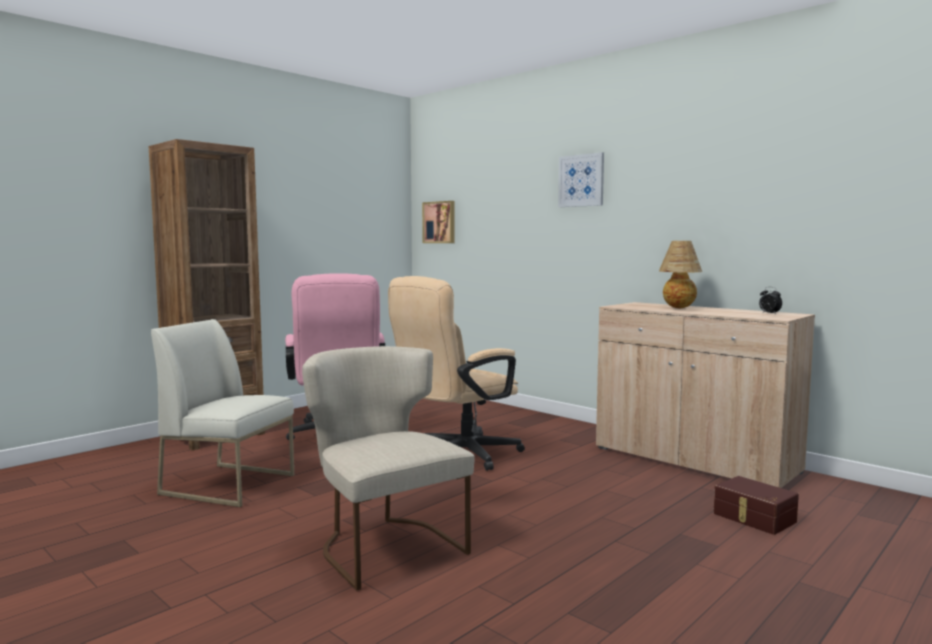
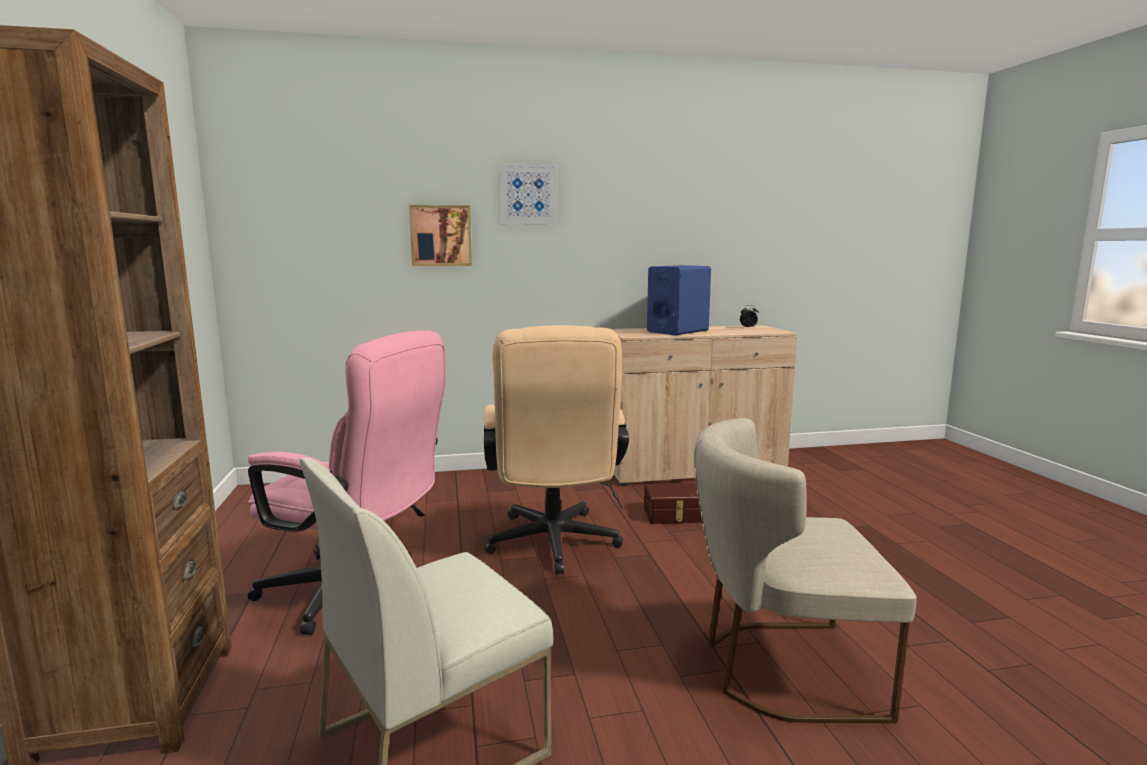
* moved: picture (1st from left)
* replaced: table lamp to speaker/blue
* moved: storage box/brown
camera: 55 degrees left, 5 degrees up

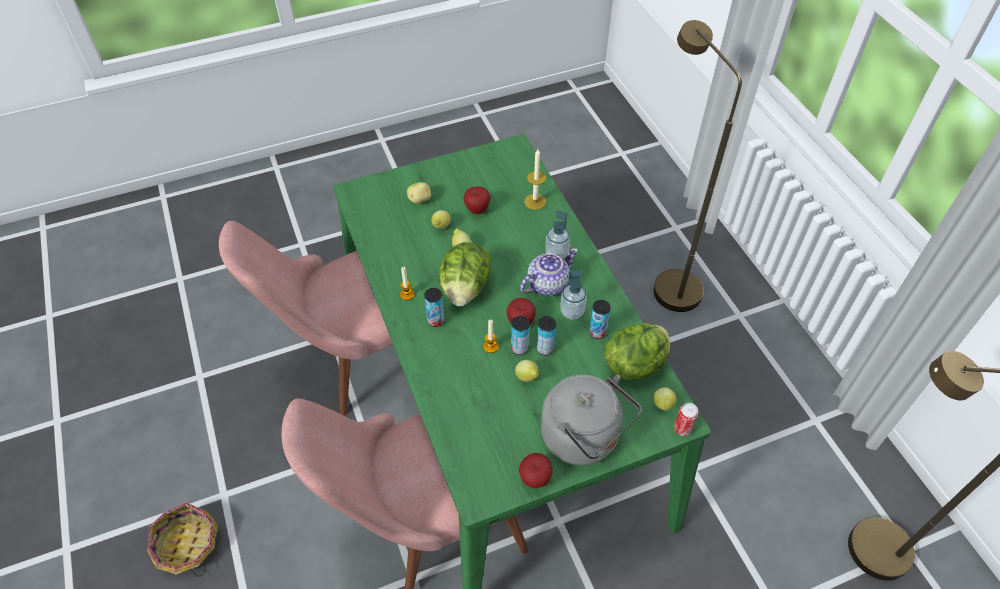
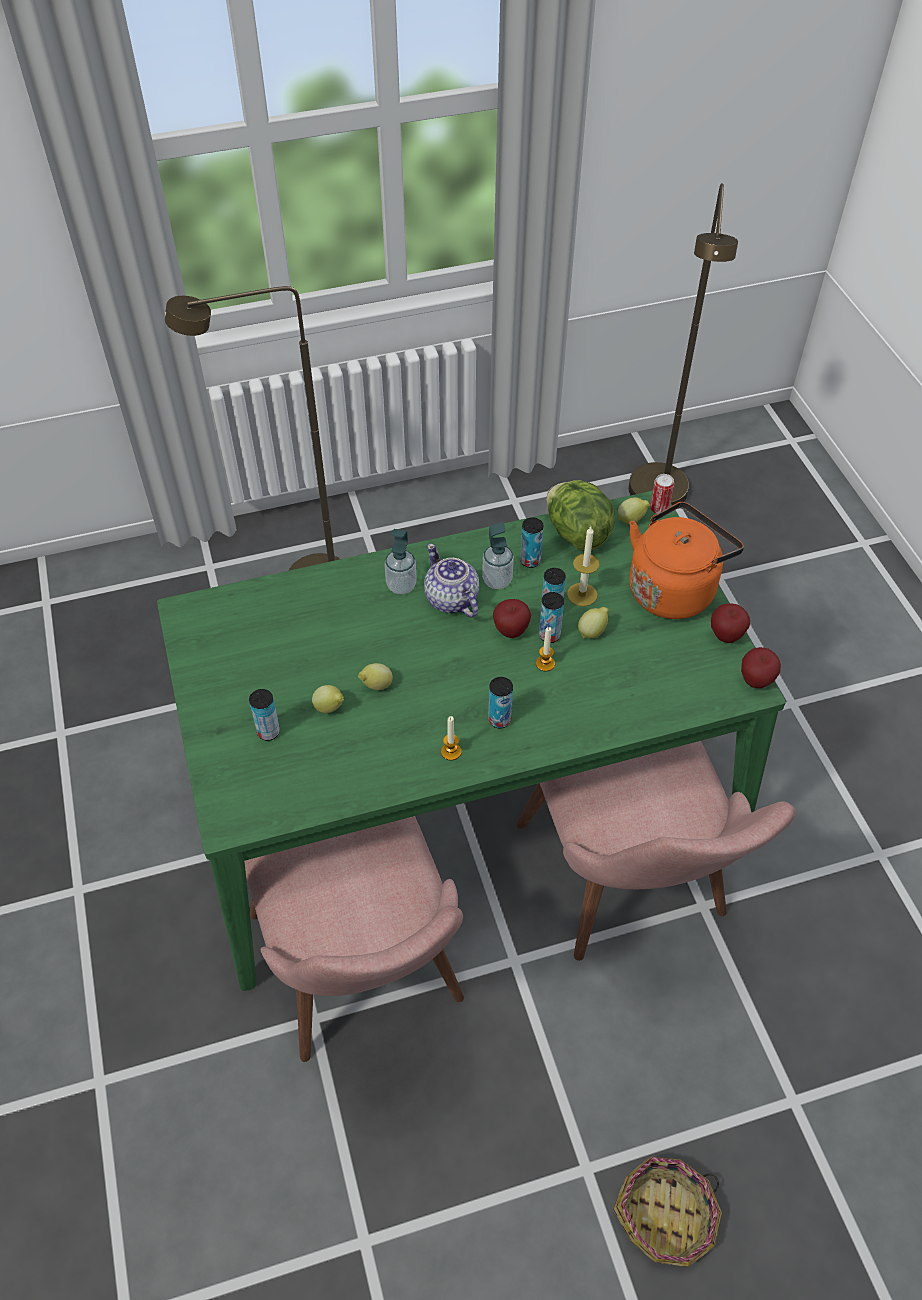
* replaced: potato to can (1st from left)
* removed: lettuce (1st from left)
* moved: apple (1st from left in the first image) to apple (3rd from left)
* moved: candle (3rd from left)
* recoloured: kettle/grey to kettle/orange
camera: 85 degrees left, 0 degrees up

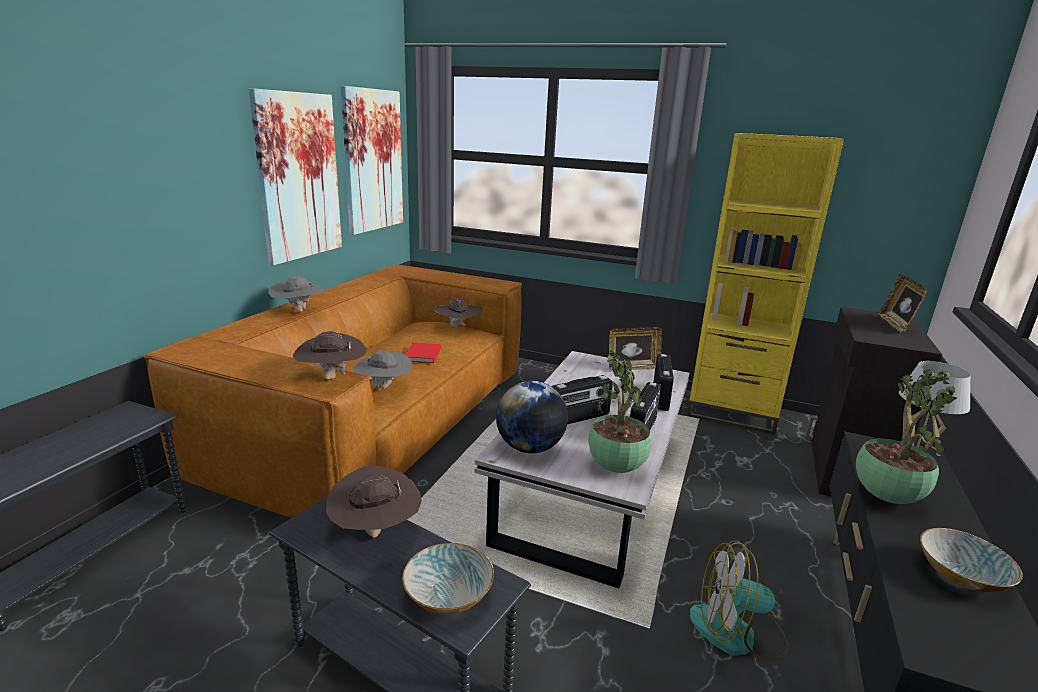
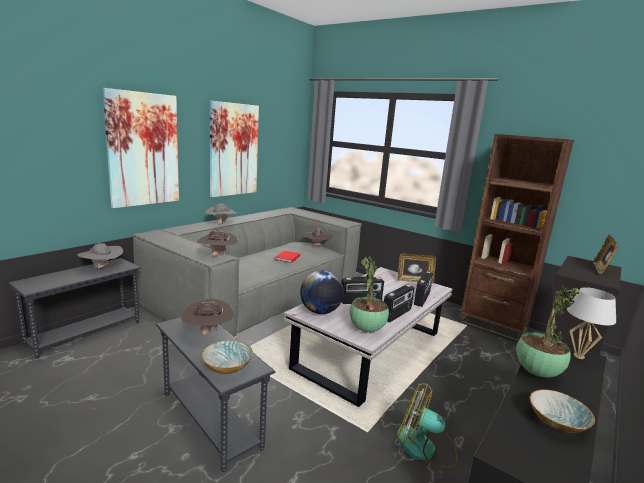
* recoloured: sofa/brown to sofa/grey
* moved: picture (2nd from left in the first image) to picture (1st from left)
* moved: hat/grey (2nd from left in the first image) to hat/grey (1st from left)
* recoloured: bookcase/yellow to bookcase/brown
camera: 15 degrees right, 5 degrees down

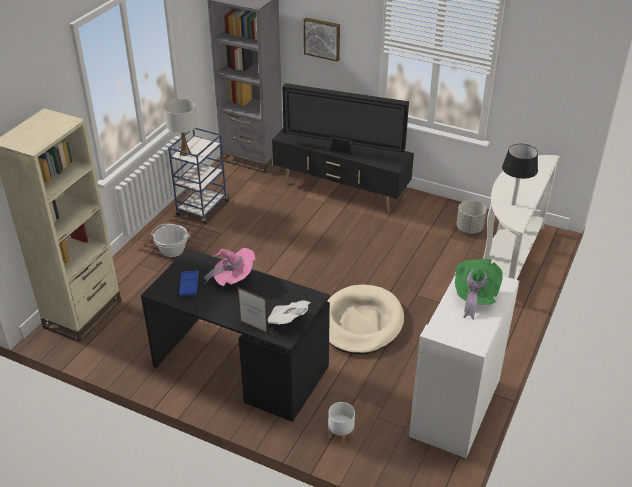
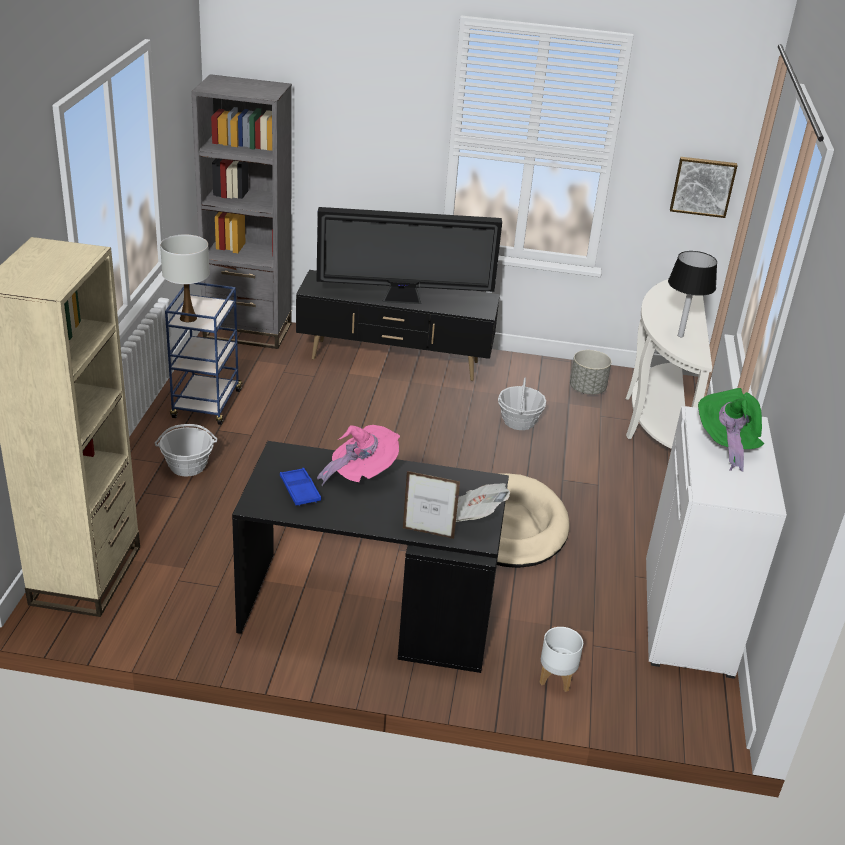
* moved: picture
* added: basket (2nd from left)
camera: 20 degrees left, 5 degrees down

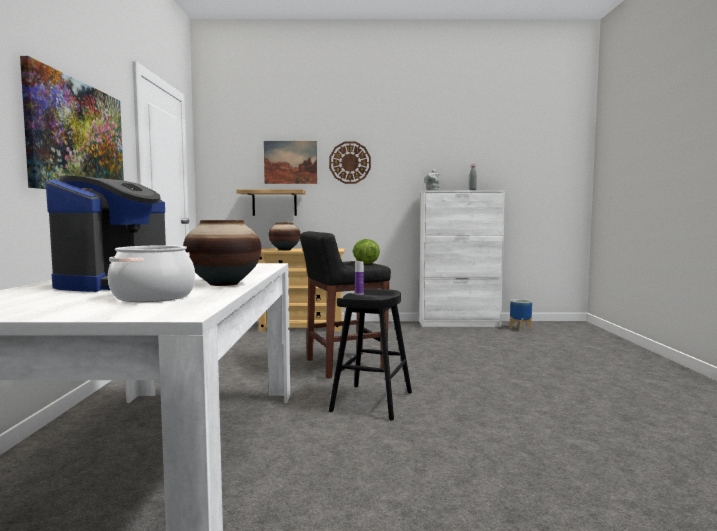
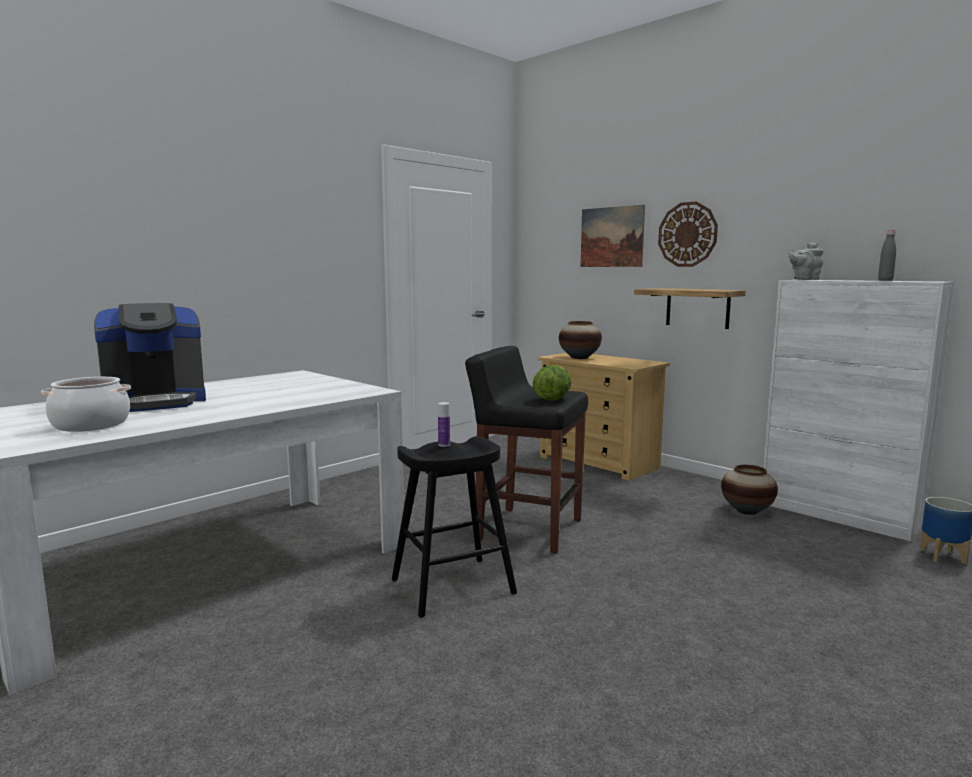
* removed: picture (1st from left)
* moved: vase (1st from left in the first image) to vase (2nd from left)
* moved: shelf
camera: 45 degrees right, 5 degrees up

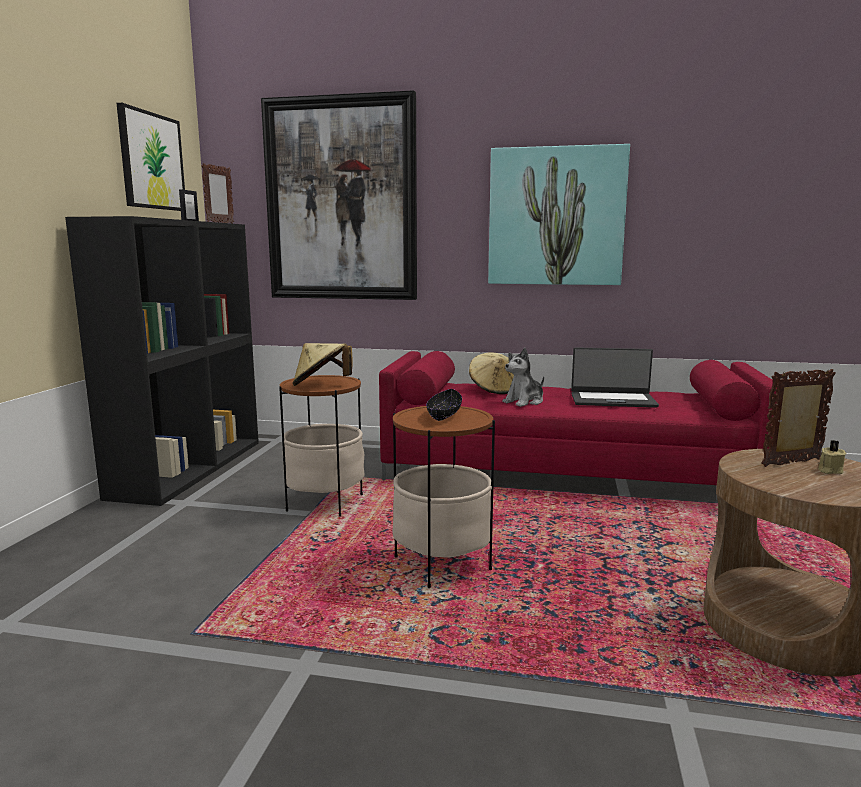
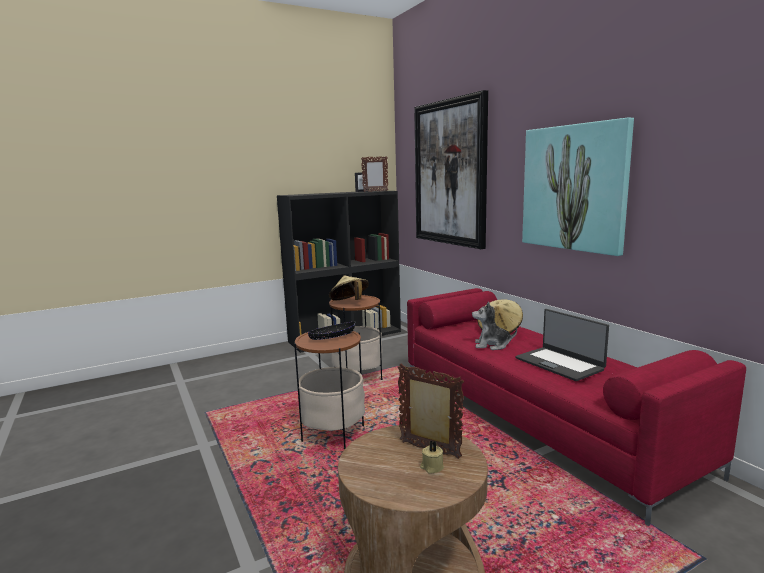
* removed: picture (1st from left)
camera: 50 degrees right, 0 degrees up

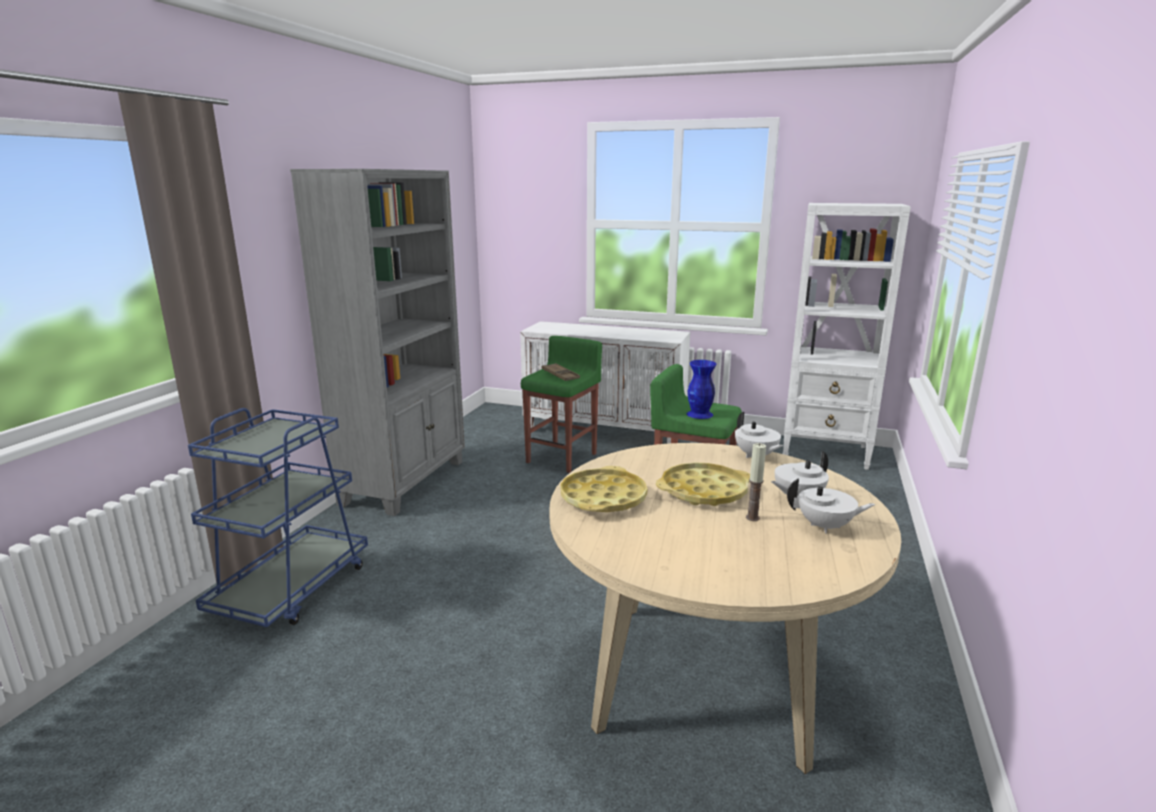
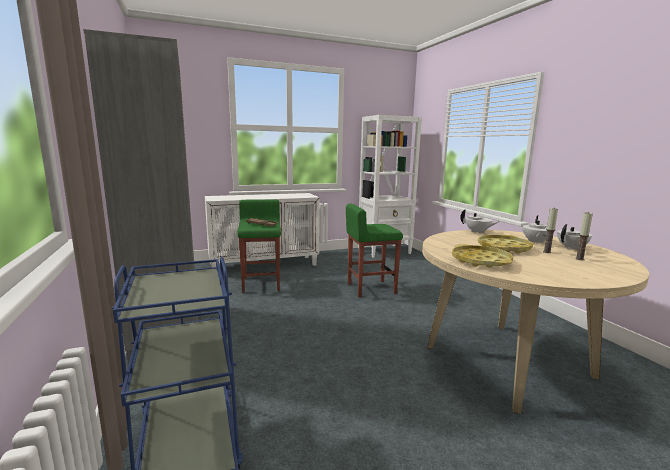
* removed: vase/blue
* added: candle (2nd from left)
camera: 40 degrees left, 5 degrees down

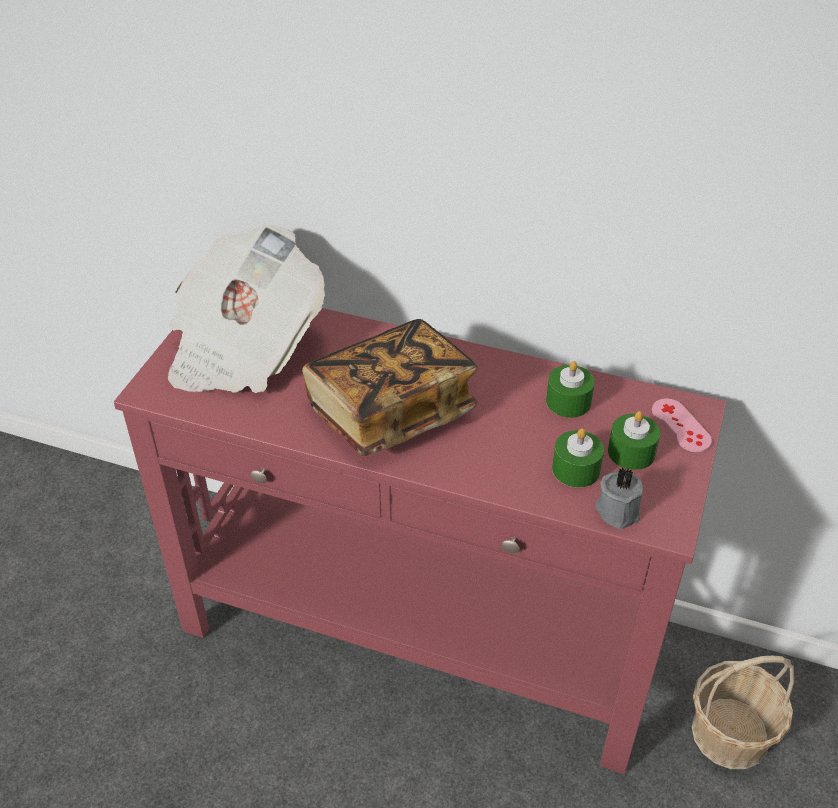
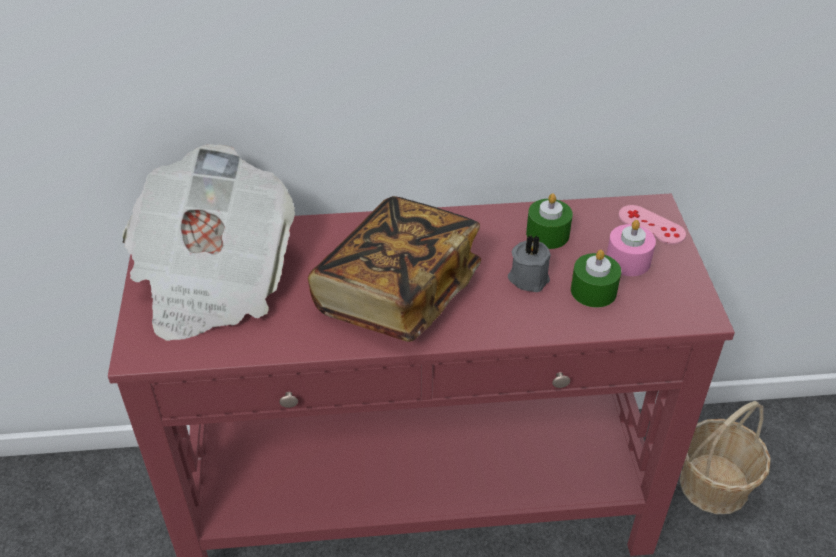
* moved: candle/grey
* recoloured: candle/green (3rd from left) to candle/pink
camera: 25 degrees left, 0 degrees up

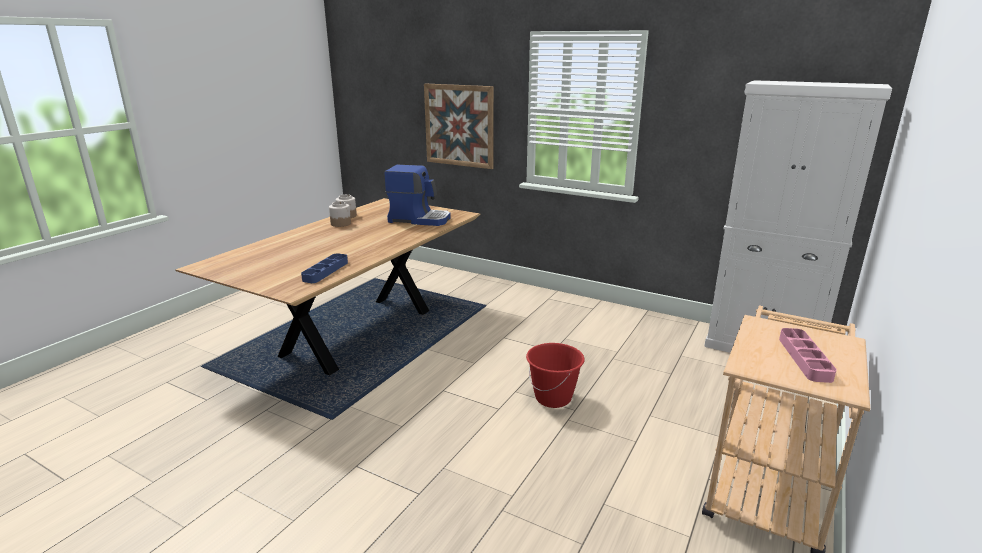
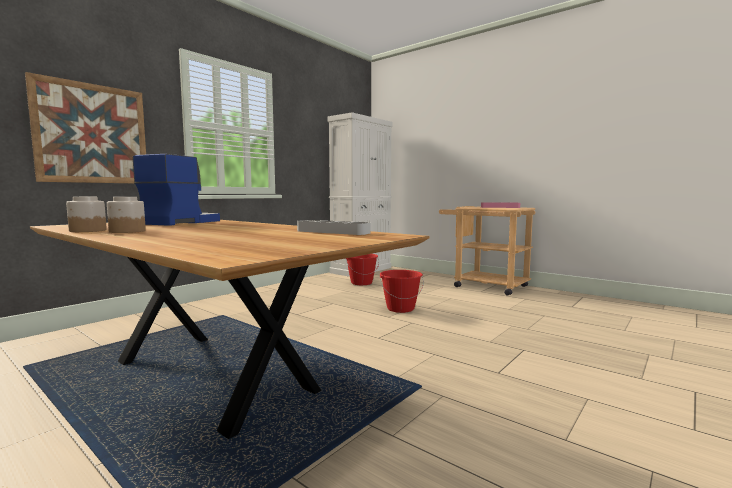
* recoloured: tray/blue to tray/grey
* added: bucket/red (1st from left)
camera: 80 degrees left, 15 degrees down

